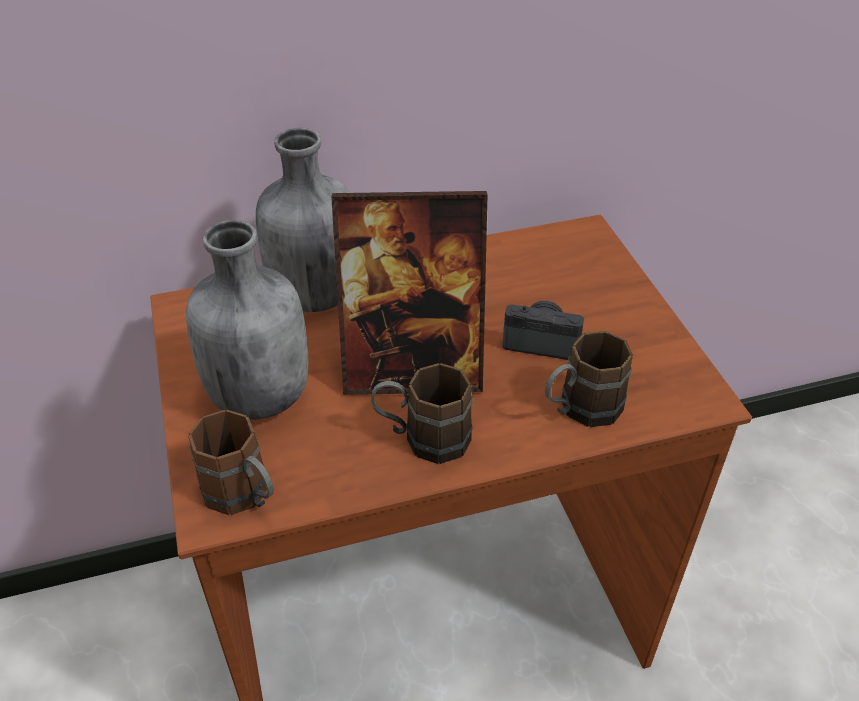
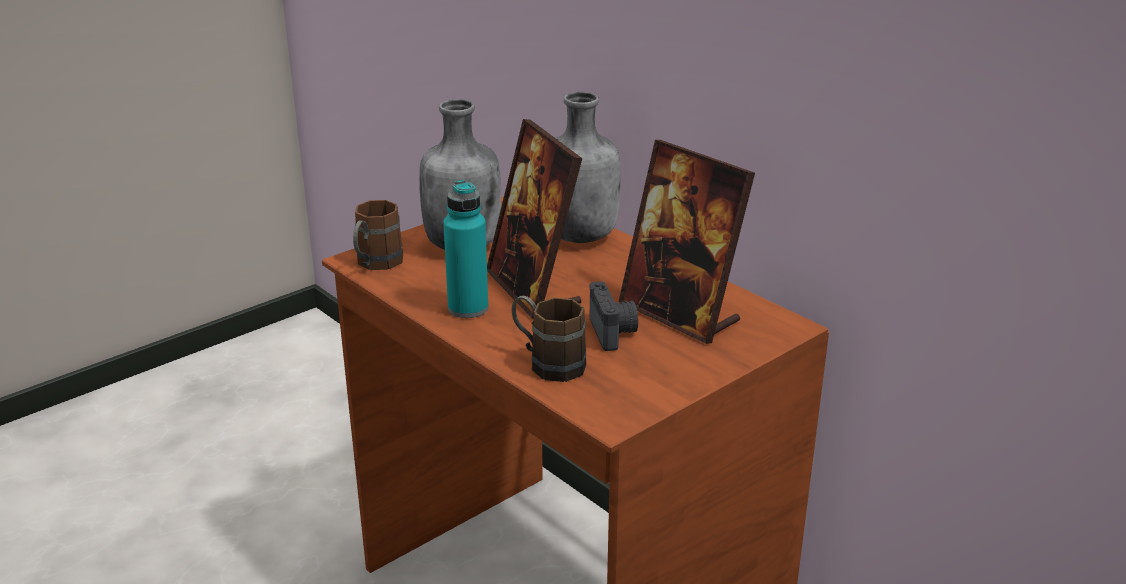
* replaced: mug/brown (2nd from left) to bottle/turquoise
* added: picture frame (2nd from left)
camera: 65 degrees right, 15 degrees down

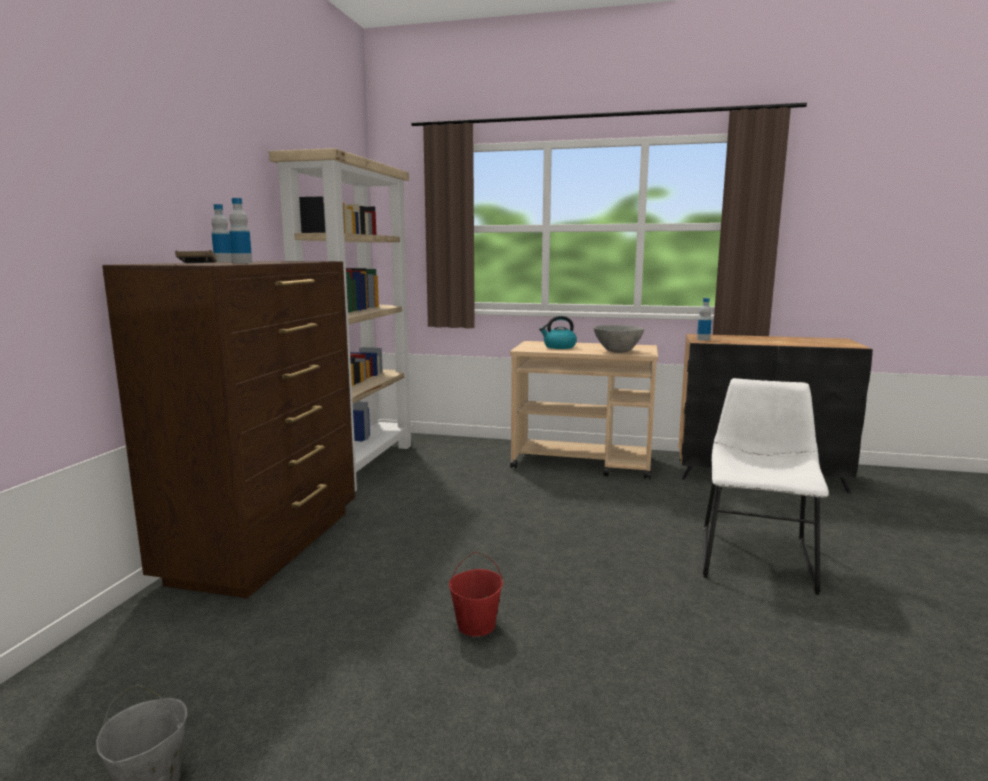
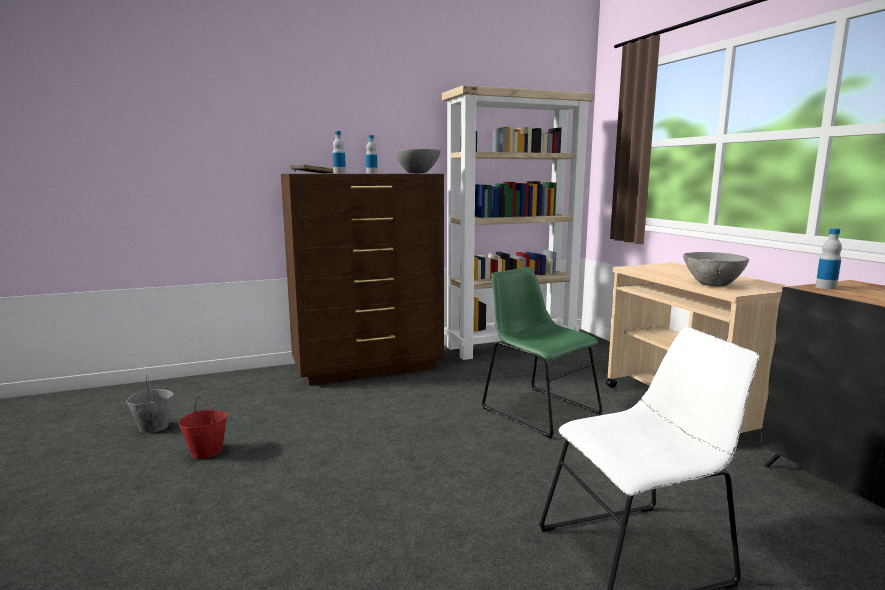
* moved: bucket/red
* removed: kettle
* added: bowl/grey (1st from left)
* added: chair/green
camera: 55 degrees right, 0 degrees up

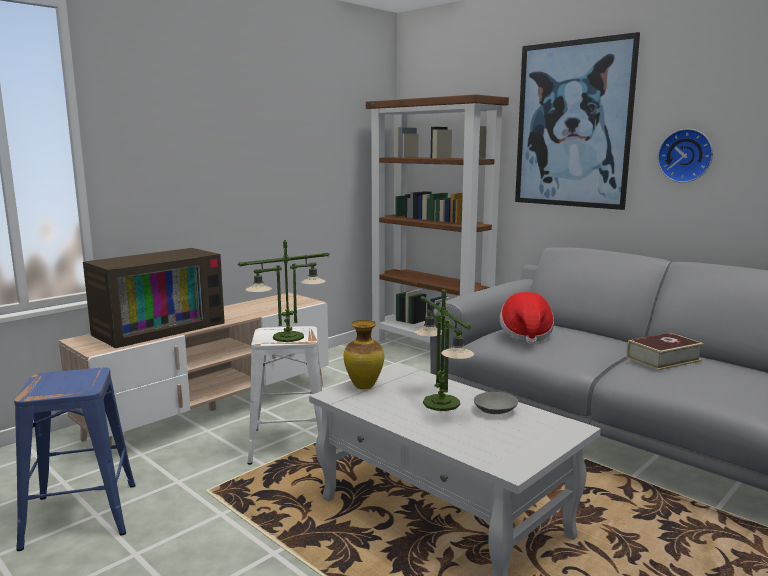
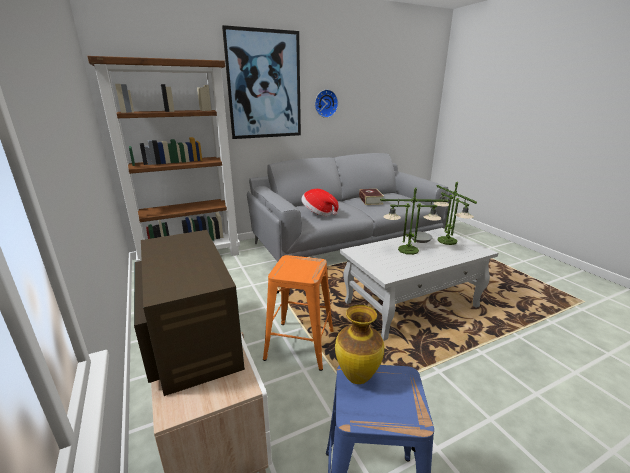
* moved: table lamp (1st from left in the first image) to table lamp (2nd from left)
* recoloured: stool/white to stool/orange
* moved: vase
camera: 70 degrees left, 10 degrees up

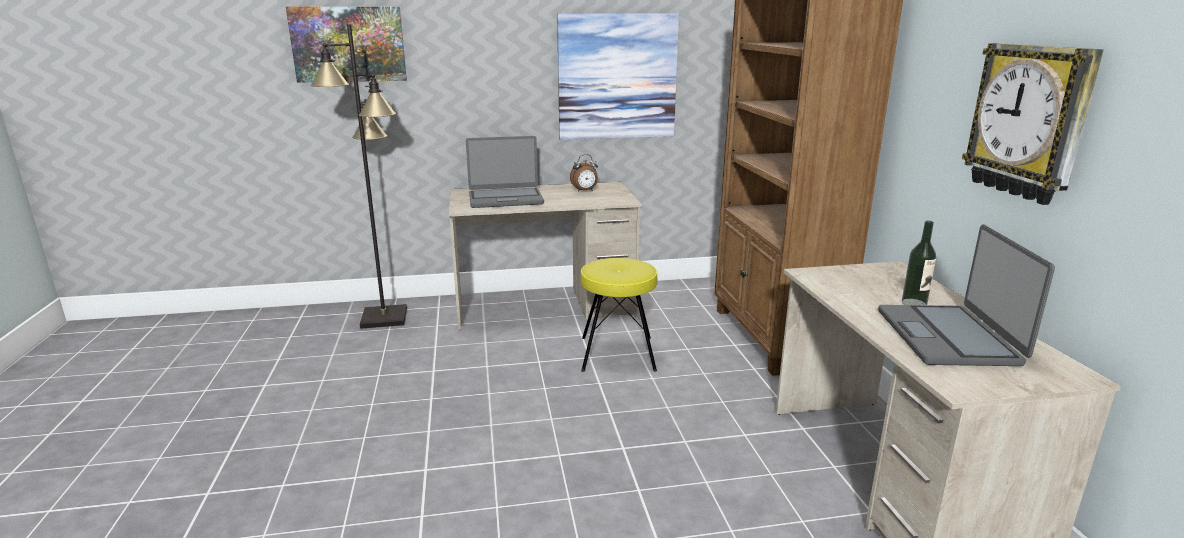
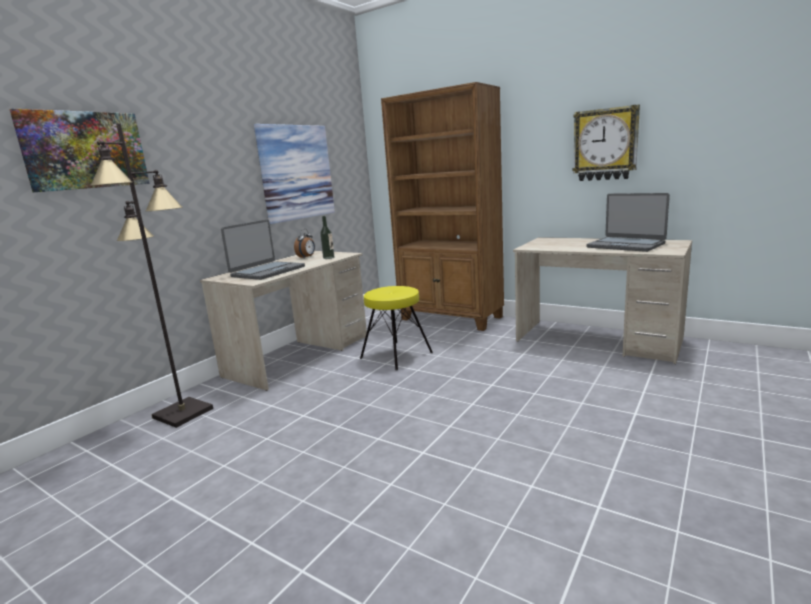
* moved: bottle
camera: 45 degrees left, 5 degrees down

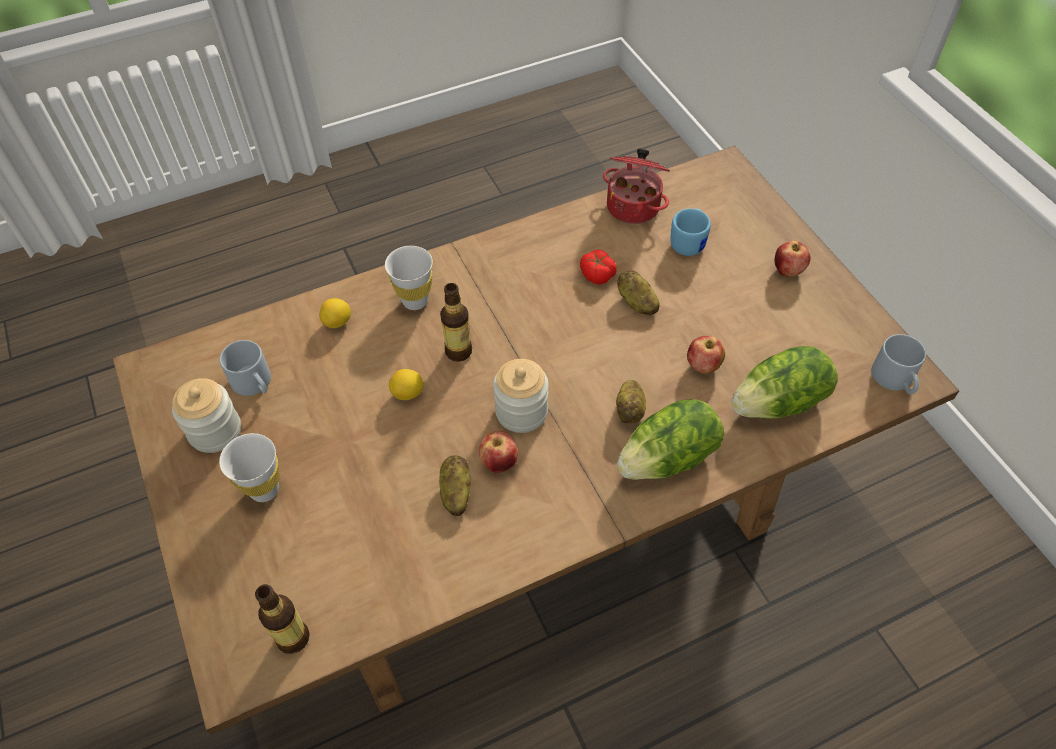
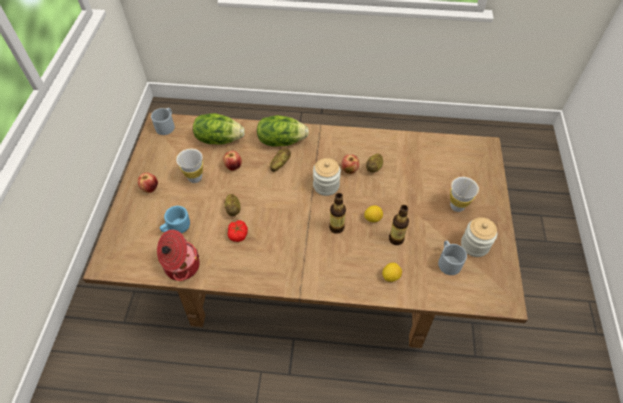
* moved: bottle (1st from left in the first image) to bottle (2nd from left)
* moved: cup/white (2nd from left in the first image) to cup/white (1st from left)
camera: 150 degrees left, 0 degrees up

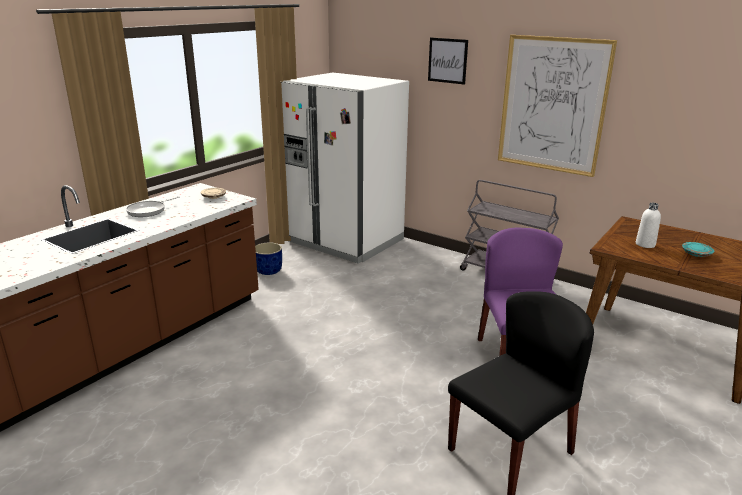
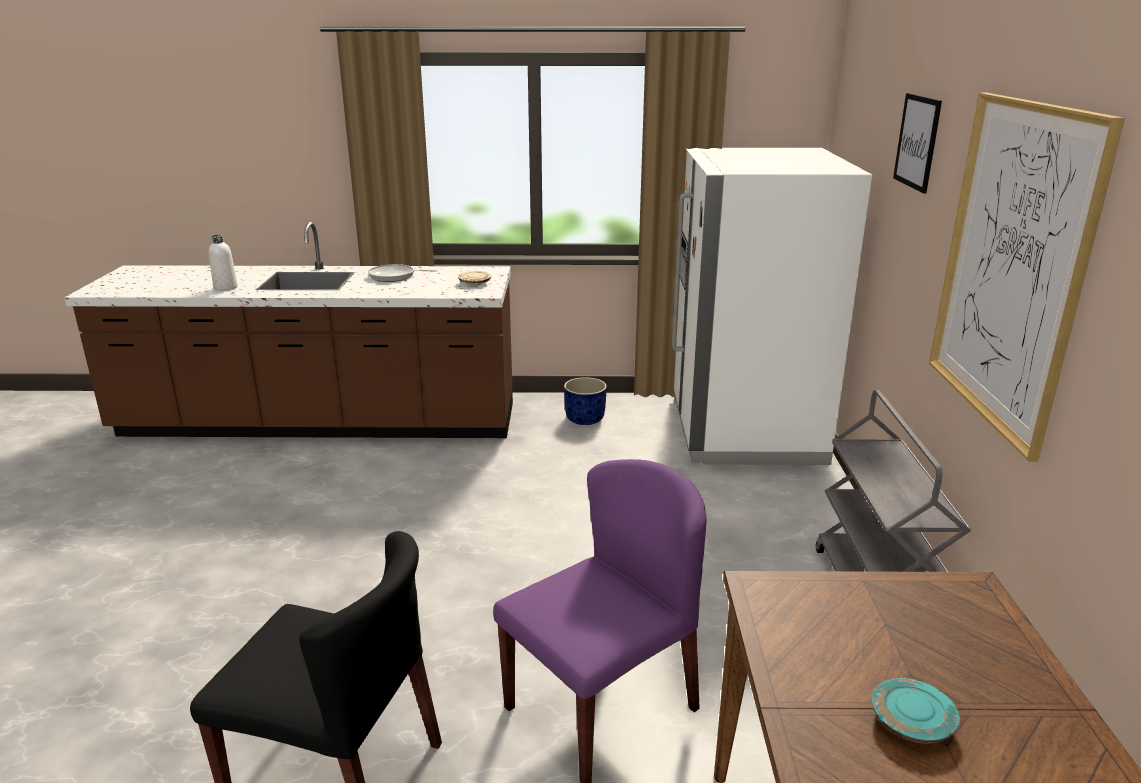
* moved: bottle/white
camera: 55 degrees right, 0 degrees up

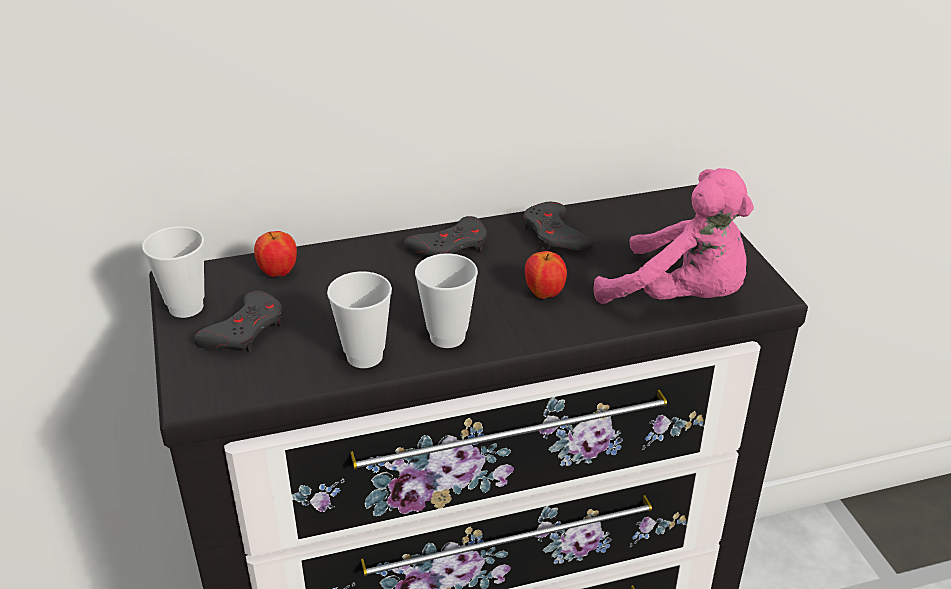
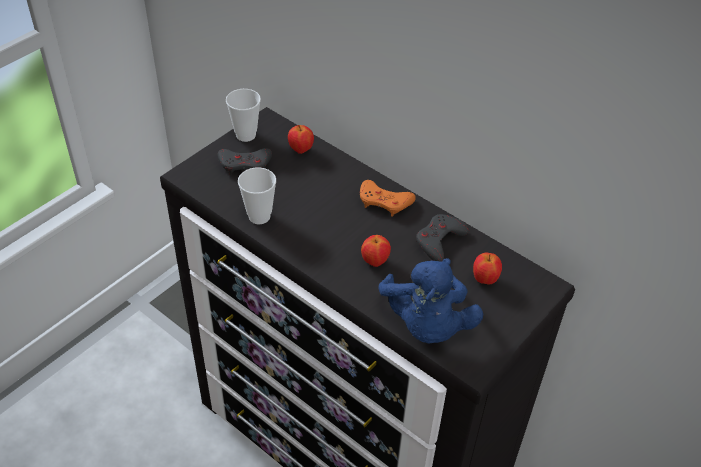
* recoloured: game controller/grey (2nd from left) to game controller/orange
* removed: cup (3rd from left)
* recoloured: plush toy/pink to plush toy/blue
* added: apple (3rd from left)
camera: 55 degrees right, 10 degrees up

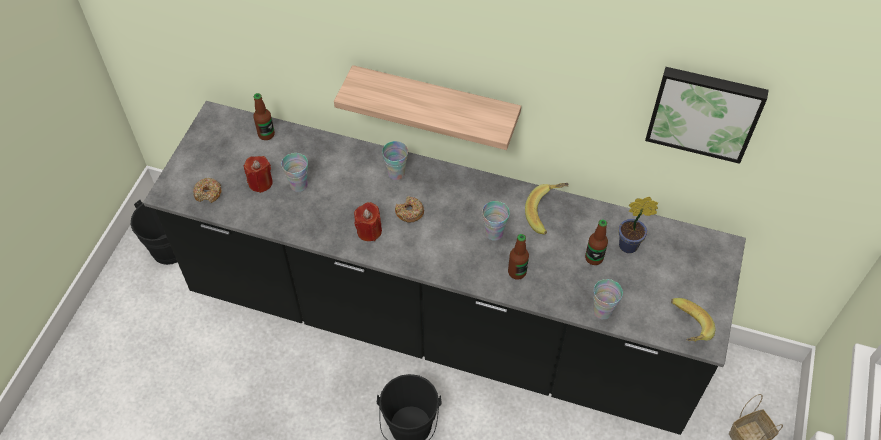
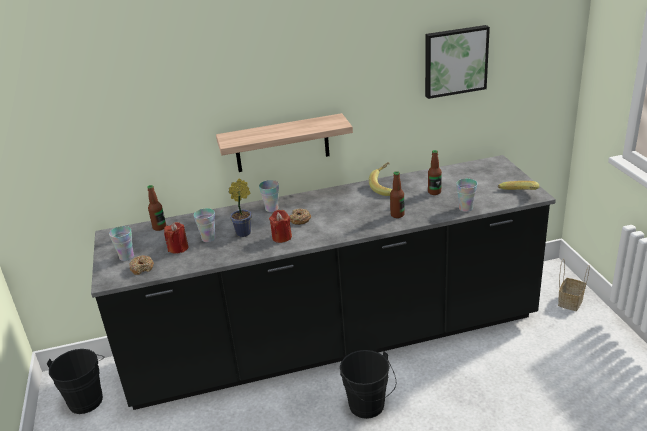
* moved: cup (3rd from left in the first image) to cup (1st from left)
* moved: potted plant
camera: 30 degrees left, 25 degrees down

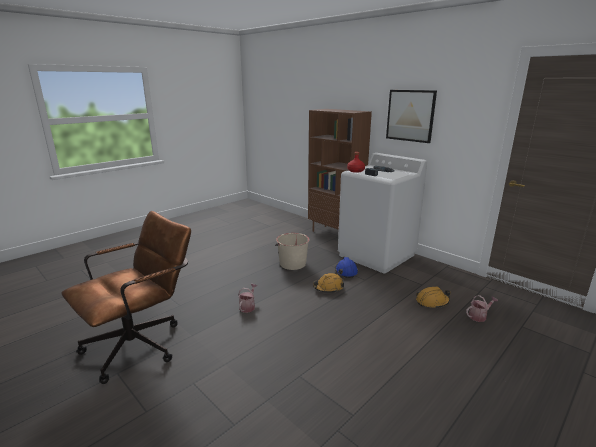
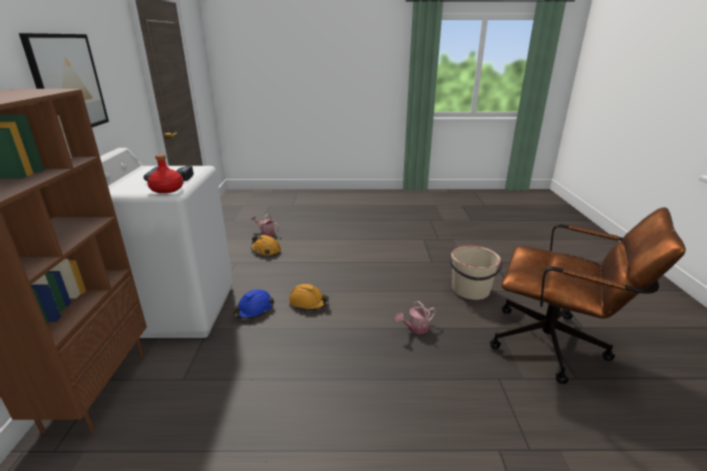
* turned: office chair/brown 150 degrees counterclockwise
* moved: bucket/beige
camera: 135 degrees left, 5 degrees up

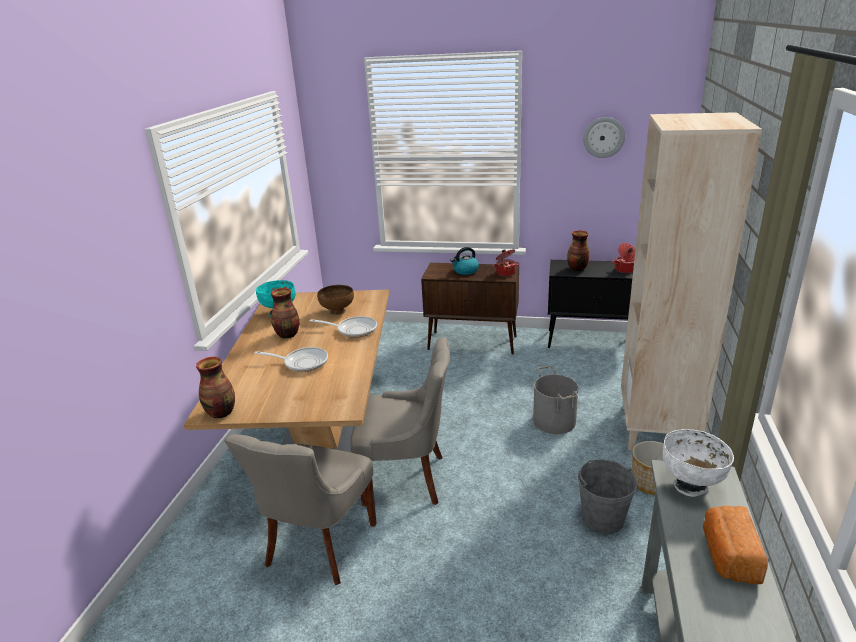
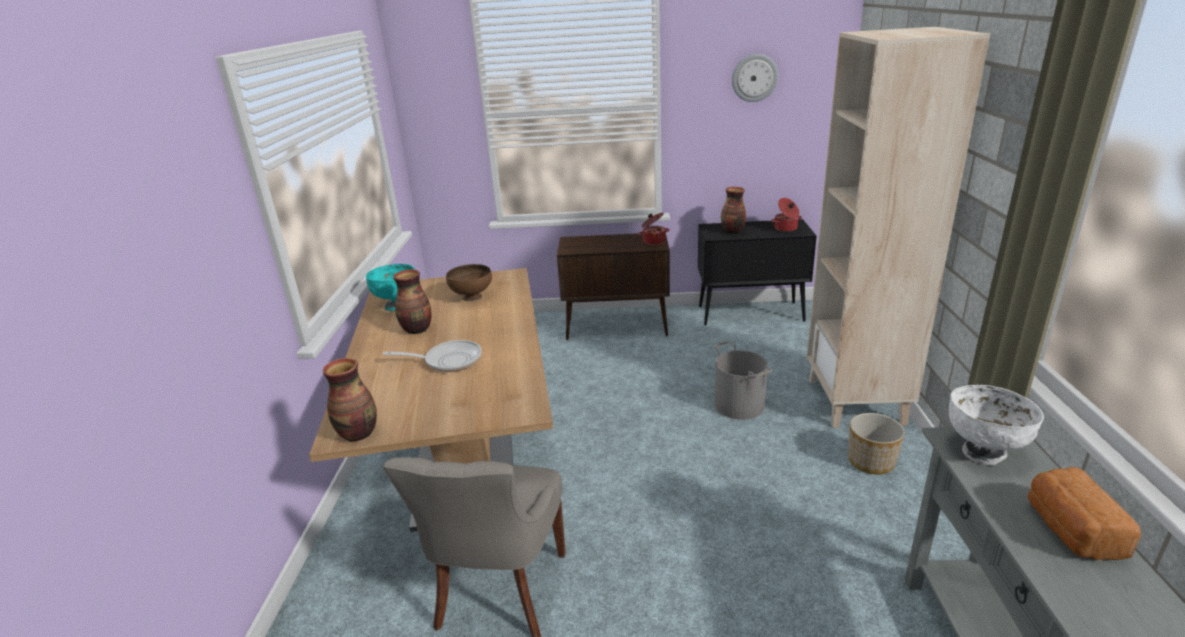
* removed: frying pan (2nd from left)
* removed: chair/grey (2nd from left)
* removed: kettle
* removed: bucket/grey (2nd from left)
camera: 10 degrees left, 0 degrees up

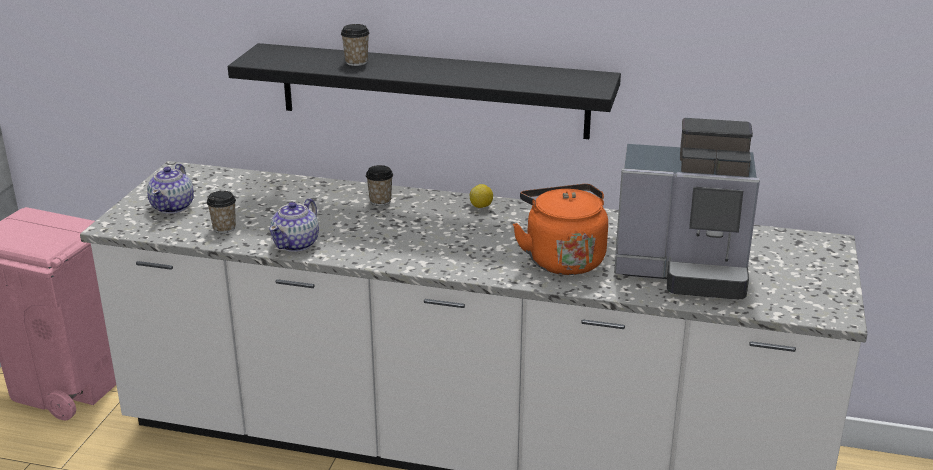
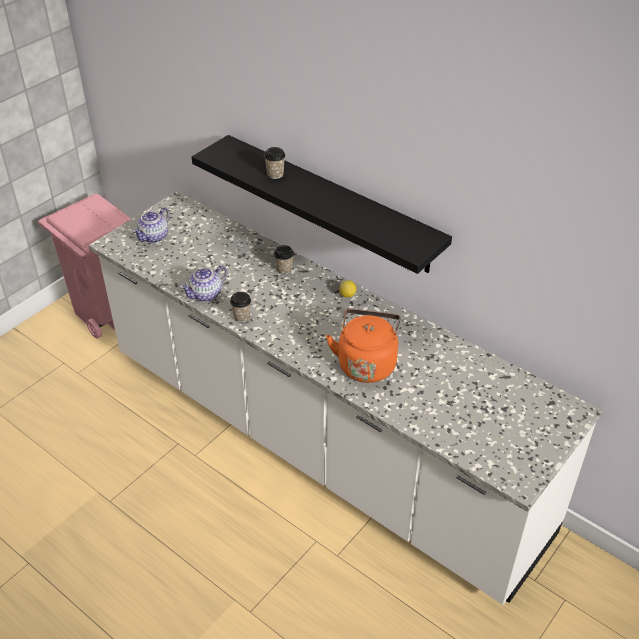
* moved: cup (1st from left)
* removed: coffee machine
camera: 25 degrees right, 15 degrees up

